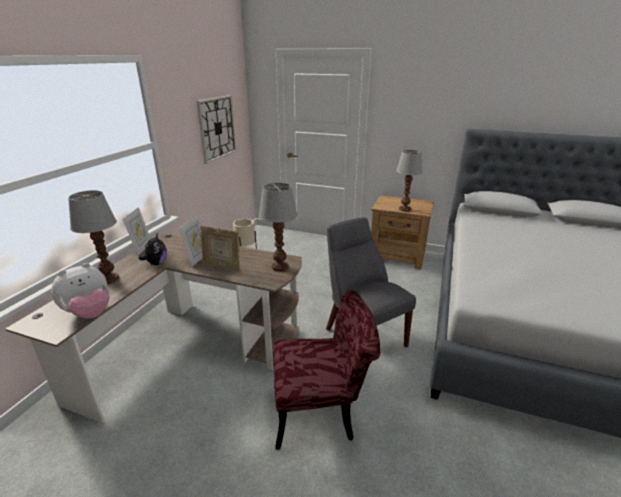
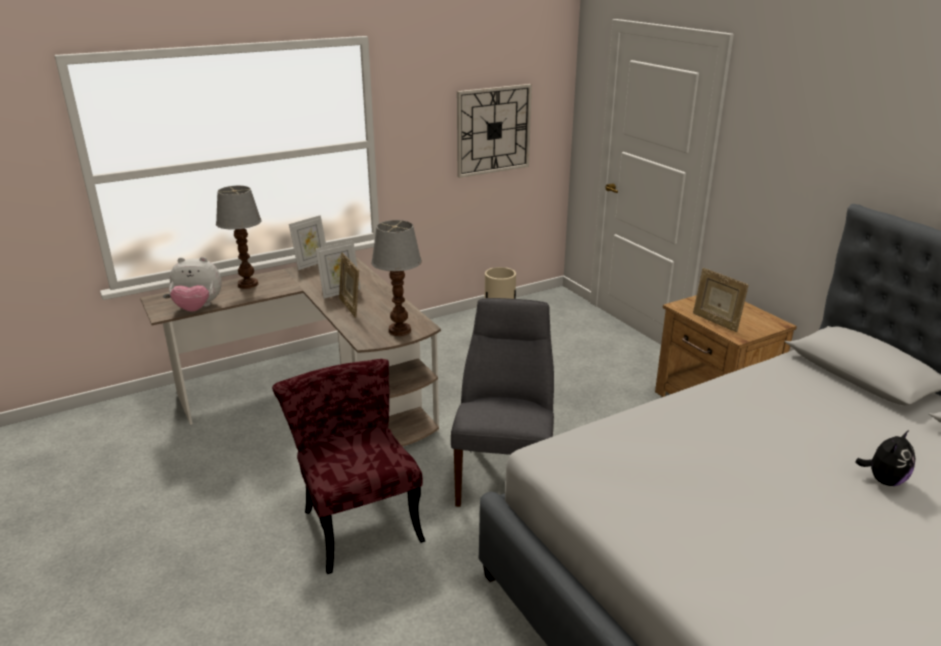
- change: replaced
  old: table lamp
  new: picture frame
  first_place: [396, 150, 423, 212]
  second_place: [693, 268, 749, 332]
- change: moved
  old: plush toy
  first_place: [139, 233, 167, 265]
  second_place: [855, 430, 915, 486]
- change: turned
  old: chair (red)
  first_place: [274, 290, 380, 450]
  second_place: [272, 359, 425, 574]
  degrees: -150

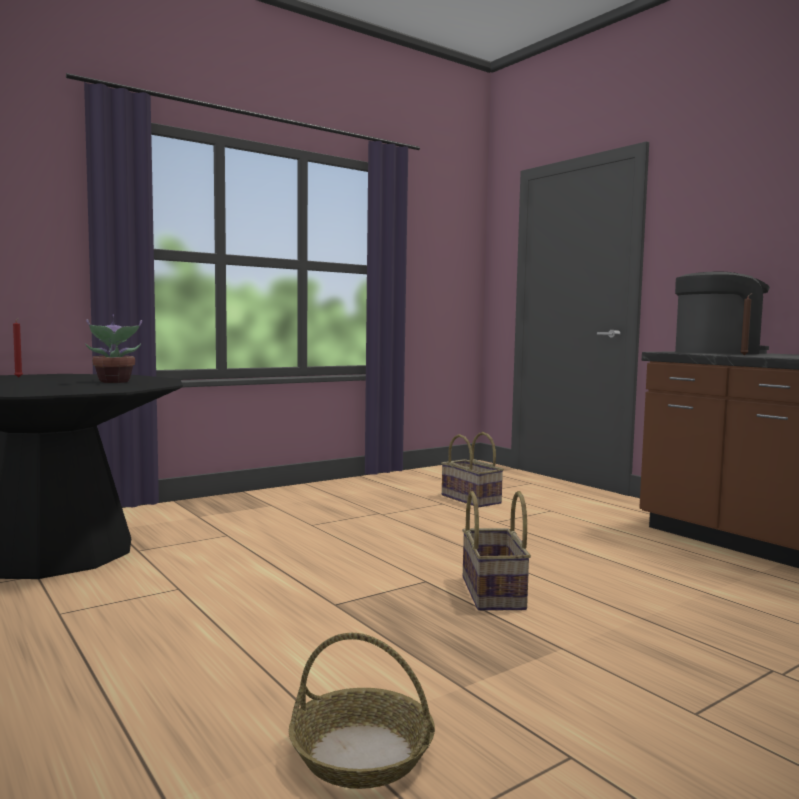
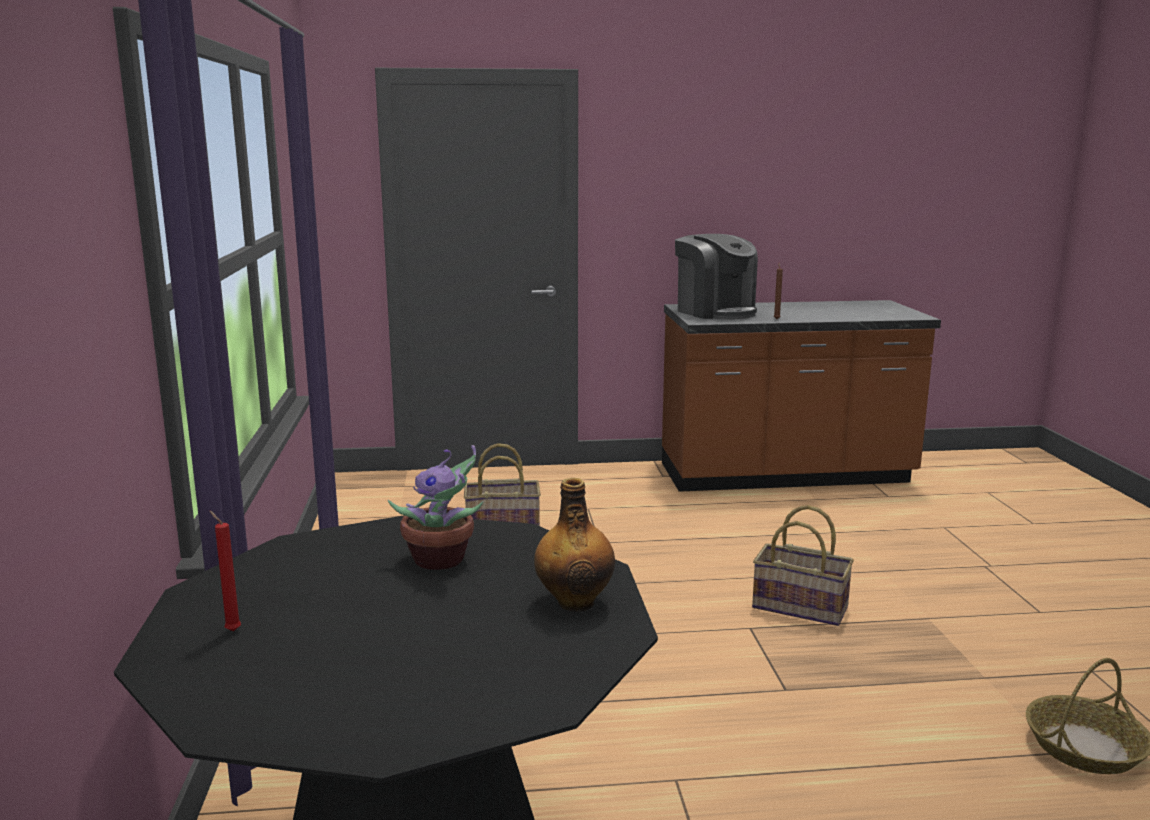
- change: turned
  old: coffee machine
  first_place: [675, 271, 770, 354]
  second_place: [675, 234, 758, 320]
  degrees: 120
- change: added
  new: bottle
  second_place: [534, 478, 615, 612]

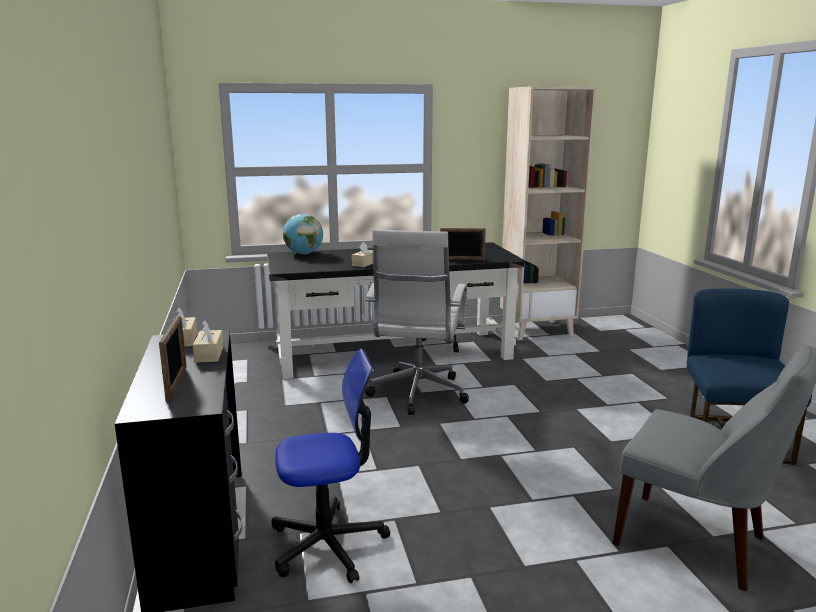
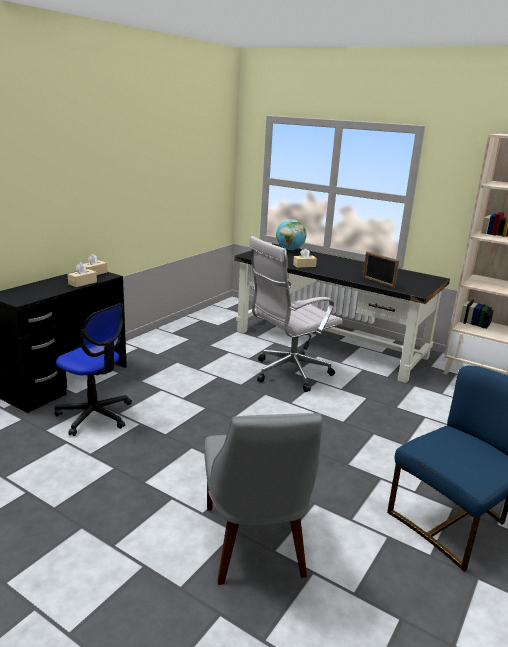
- change: removed
  old: picture frame
  first_place: [159, 315, 187, 402]

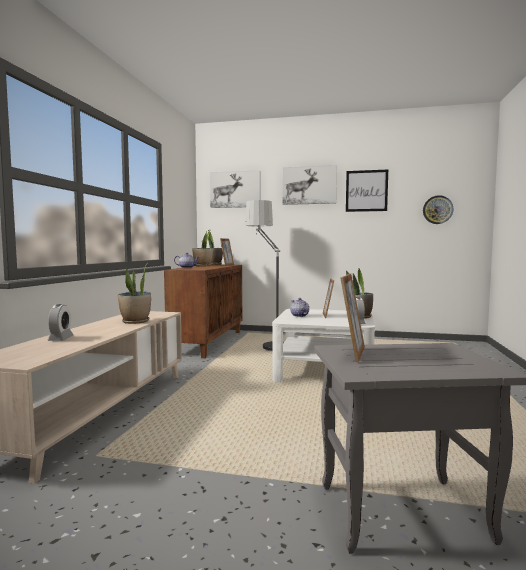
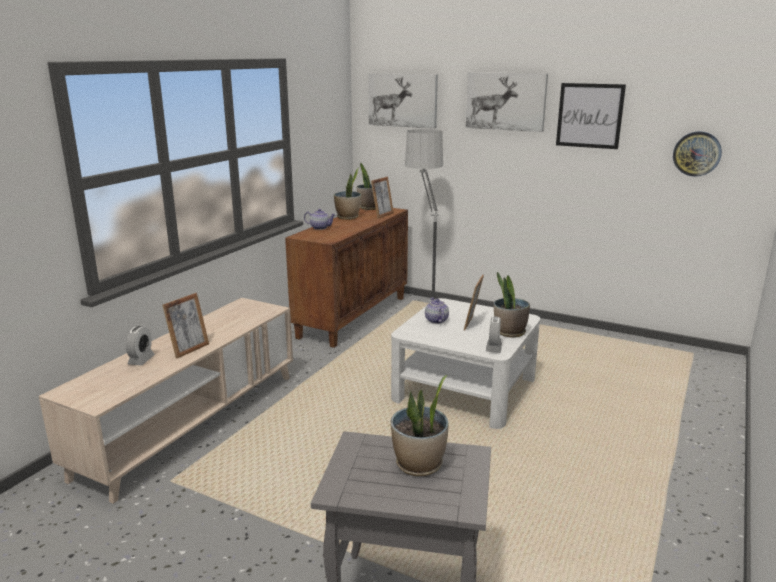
- change: moved
  old: potted plant
  first_place: [118, 264, 151, 324]
  second_place: [391, 375, 448, 476]
- change: moved
  old: picture frame
  first_place: [340, 274, 365, 362]
  second_place: [162, 293, 209, 359]

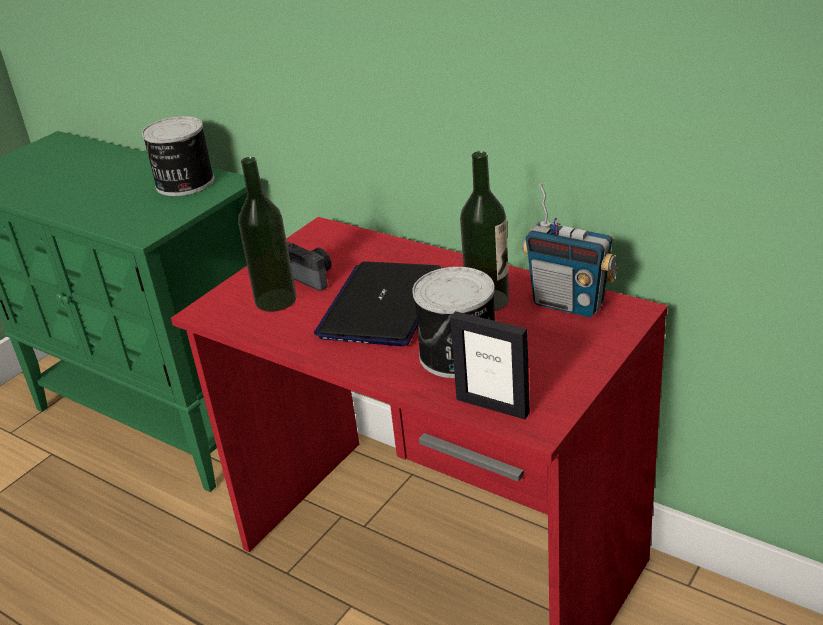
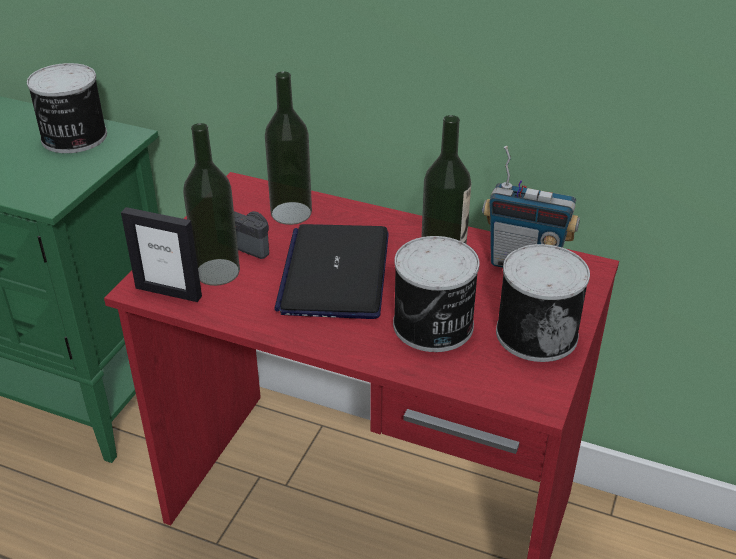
- change: moved
  old: picture frame
  first_place: [450, 311, 530, 419]
  second_place: [121, 207, 202, 302]
- change: added
  new: bottle
  second_place: [265, 71, 312, 225]
- change: added
  new: can
  second_place: [496, 244, 590, 362]

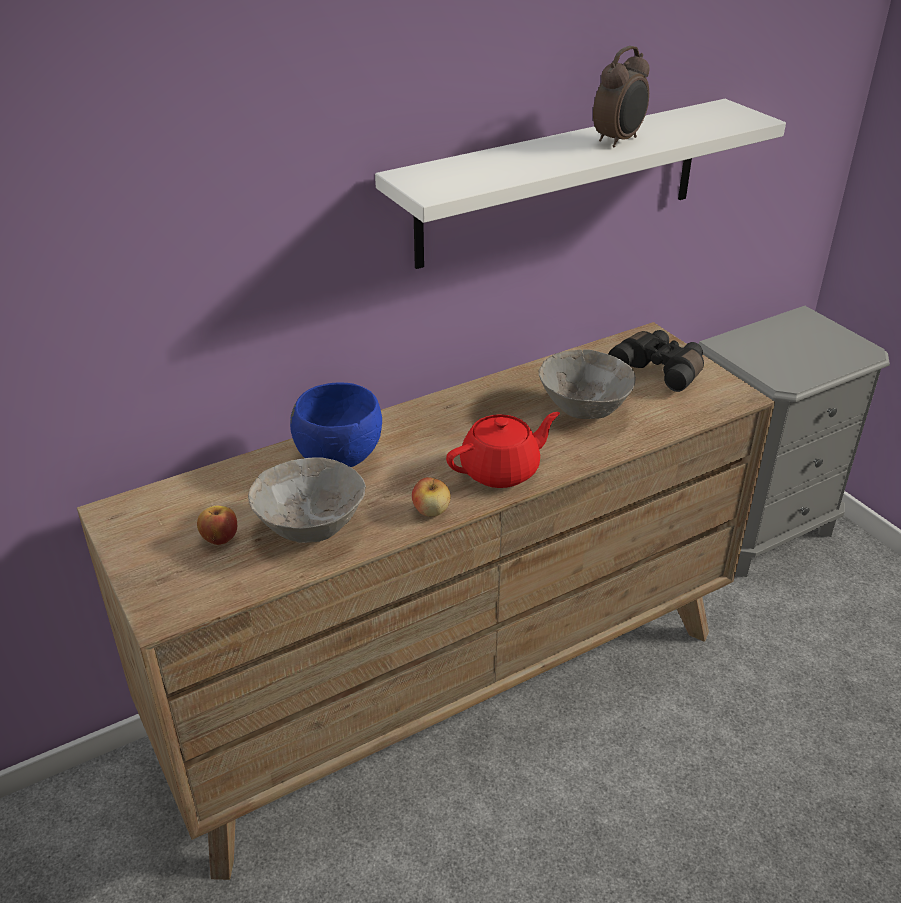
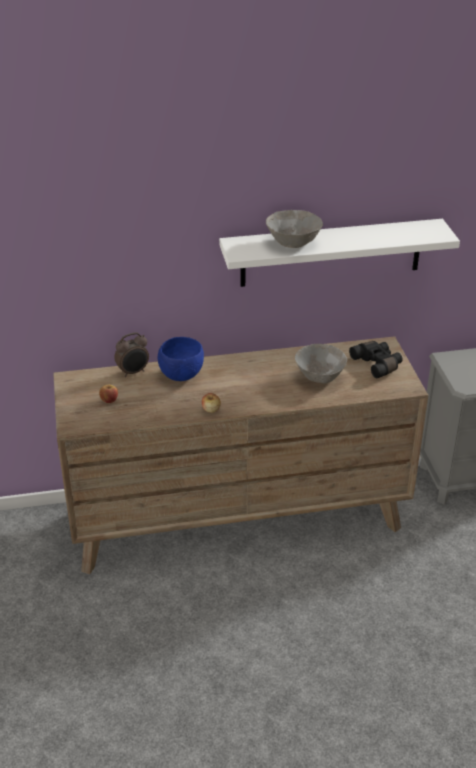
- change: moved
  old: alarm clock
  first_place: [593, 46, 650, 148]
  second_place: [114, 332, 149, 377]
- change: removed
  old: teapot (red)
  first_place: [446, 412, 560, 488]
- change: moved
  old: bowl (grey)
  first_place: [248, 457, 366, 543]
  second_place: [266, 210, 323, 248]

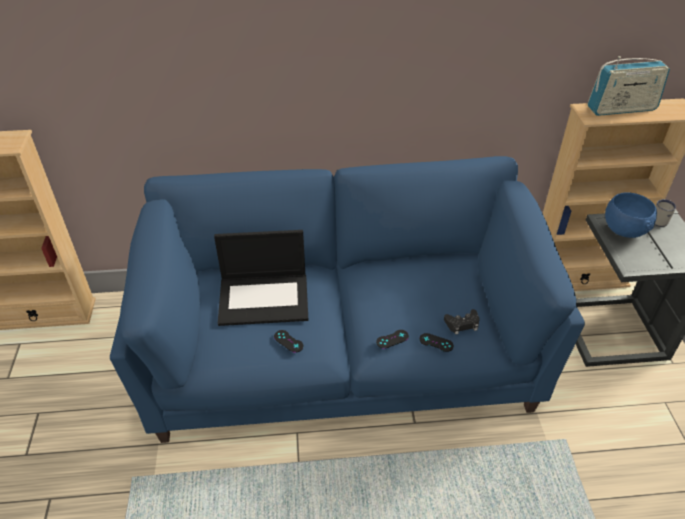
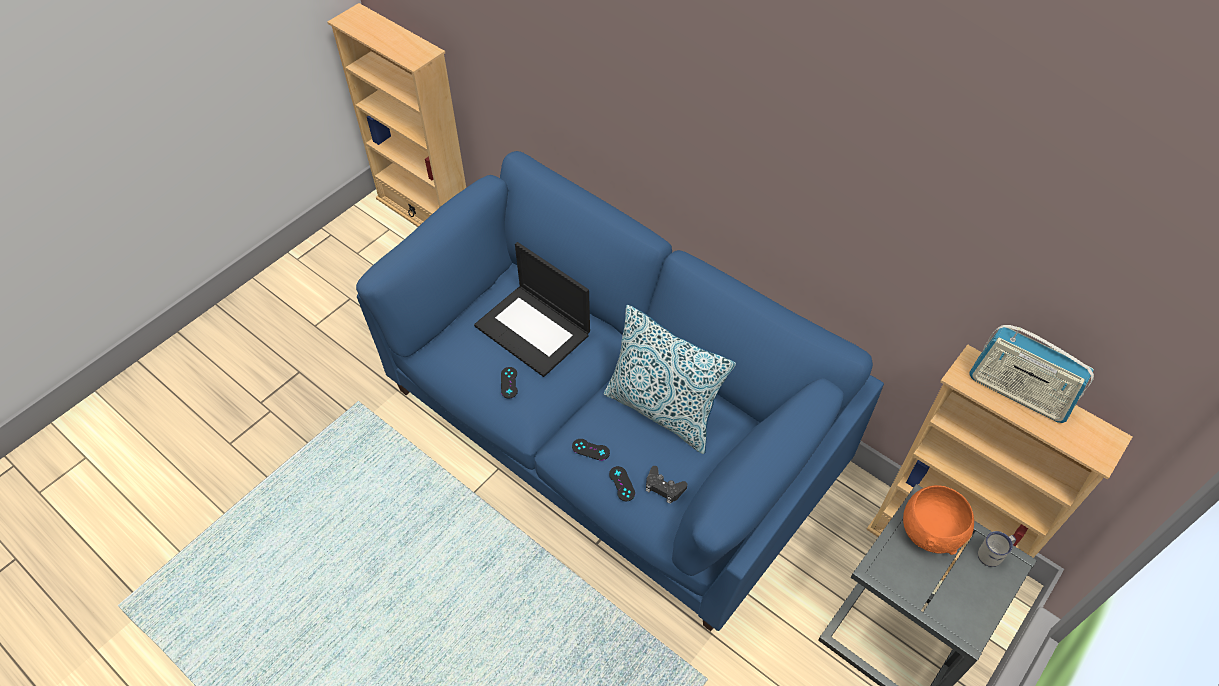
- change: recoloured
  old: bowl (blue)
  new: bowl (orange)
  first_place: [605, 192, 657, 238]
  second_place: [903, 485, 974, 555]
- change: added
  new: pillow
  second_place: [604, 305, 736, 454]

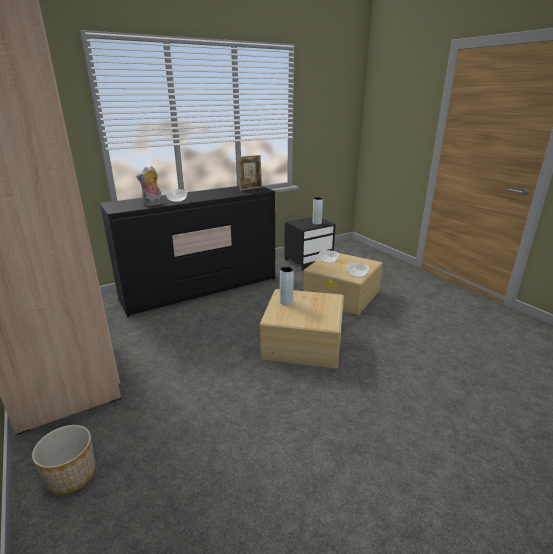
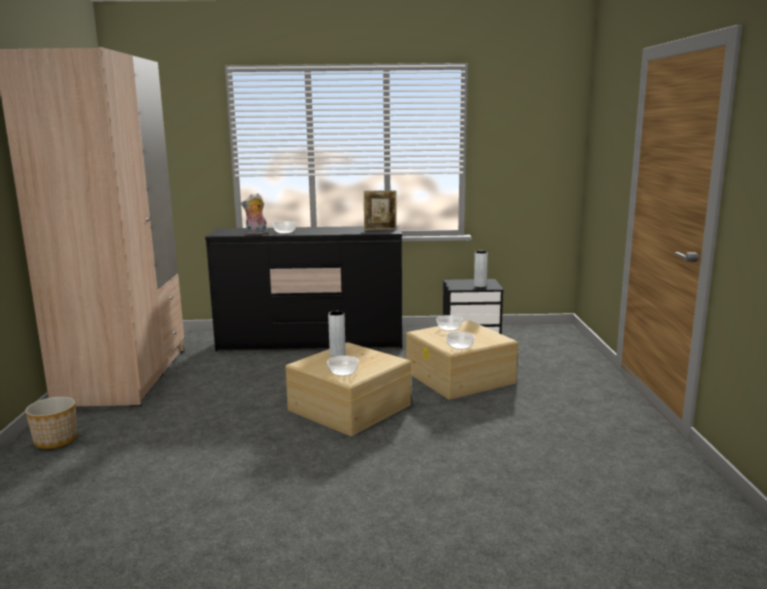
- change: added
  new: bowl
  second_place: [327, 356, 359, 376]

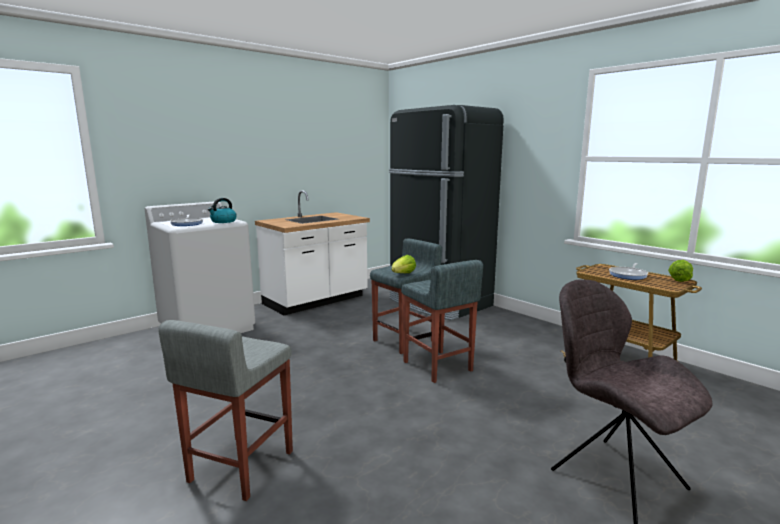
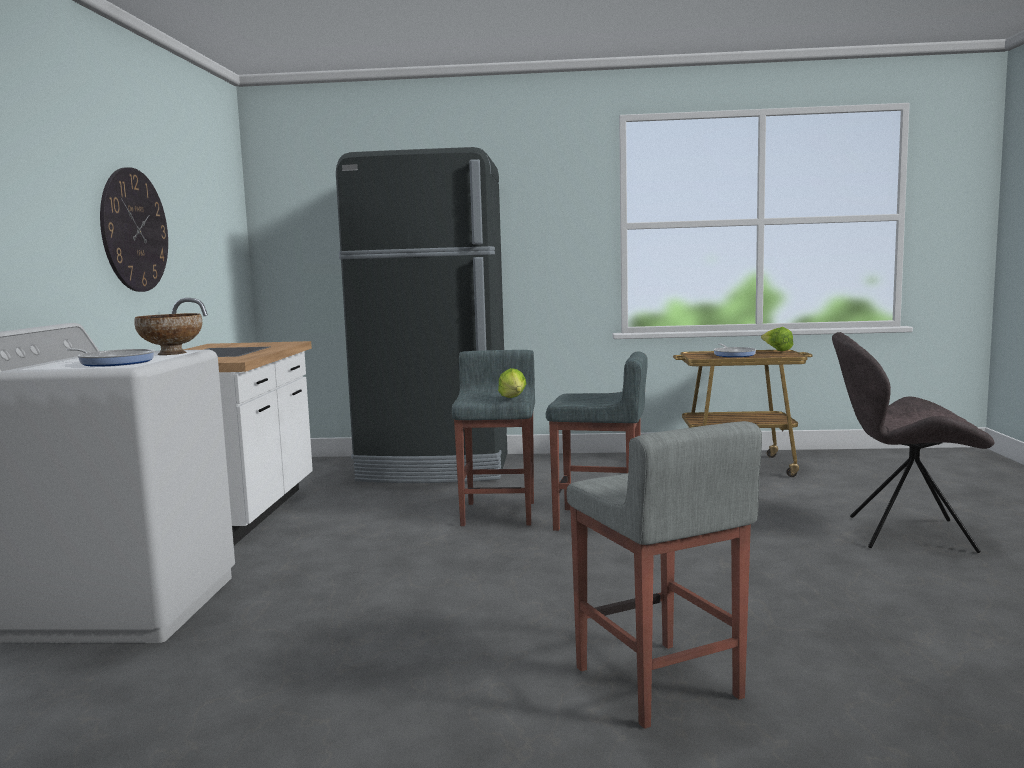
- change: replaced
  old: kettle
  new: bowl
  first_place: [208, 198, 237, 223]
  second_place: [134, 313, 202, 355]
- change: added
  new: wall clock
  second_place: [100, 167, 168, 292]

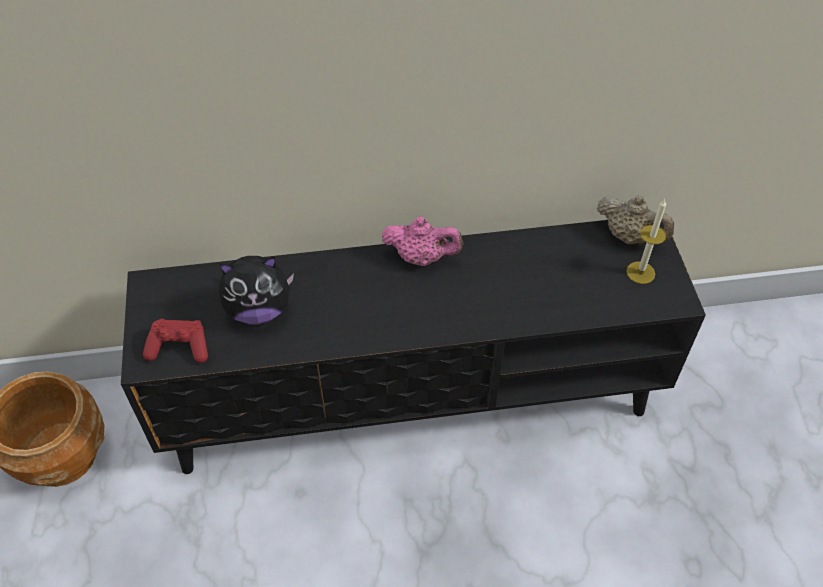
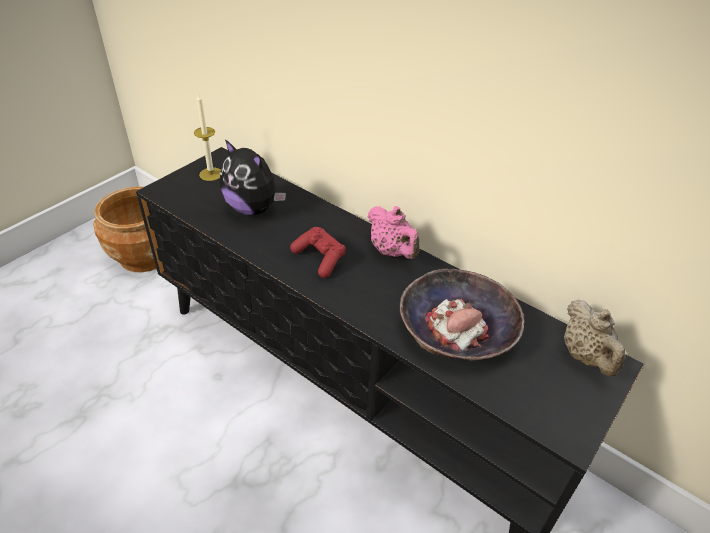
- change: moved
  old: candle
  first_place: [626, 199, 666, 284]
  second_place: [194, 93, 221, 181]
- change: moved
  old: game controller (red)
  first_place: [143, 319, 208, 363]
  second_place: [290, 227, 346, 278]
- change: added
  new: bowl
  second_place: [400, 269, 524, 361]

